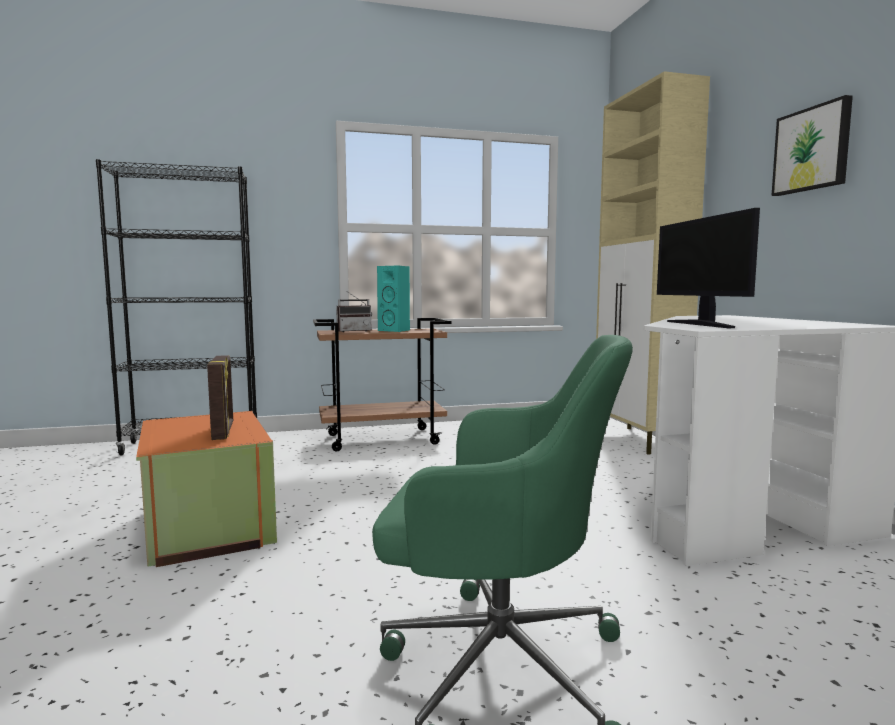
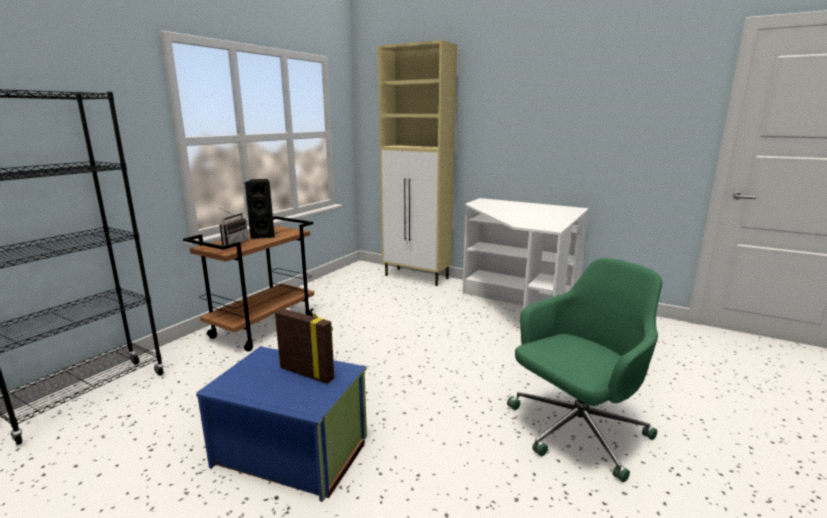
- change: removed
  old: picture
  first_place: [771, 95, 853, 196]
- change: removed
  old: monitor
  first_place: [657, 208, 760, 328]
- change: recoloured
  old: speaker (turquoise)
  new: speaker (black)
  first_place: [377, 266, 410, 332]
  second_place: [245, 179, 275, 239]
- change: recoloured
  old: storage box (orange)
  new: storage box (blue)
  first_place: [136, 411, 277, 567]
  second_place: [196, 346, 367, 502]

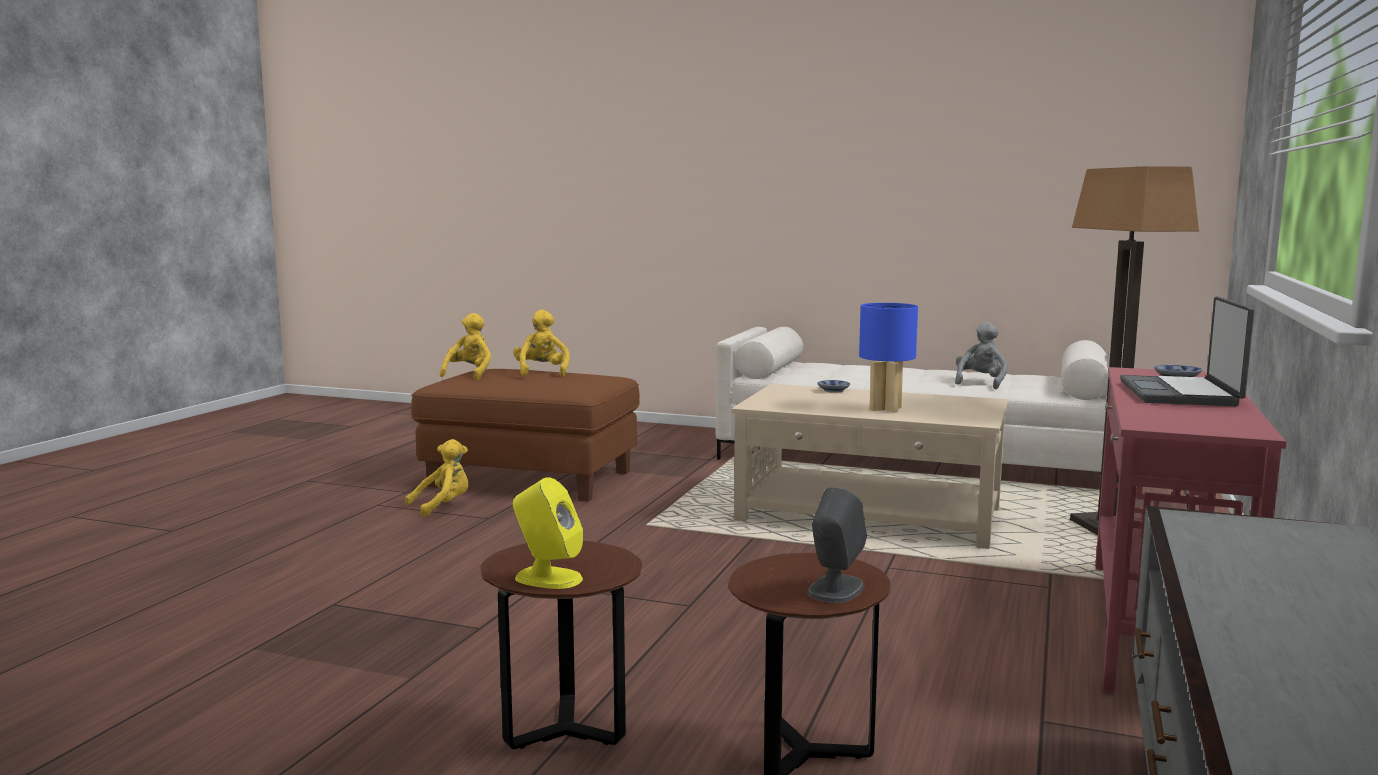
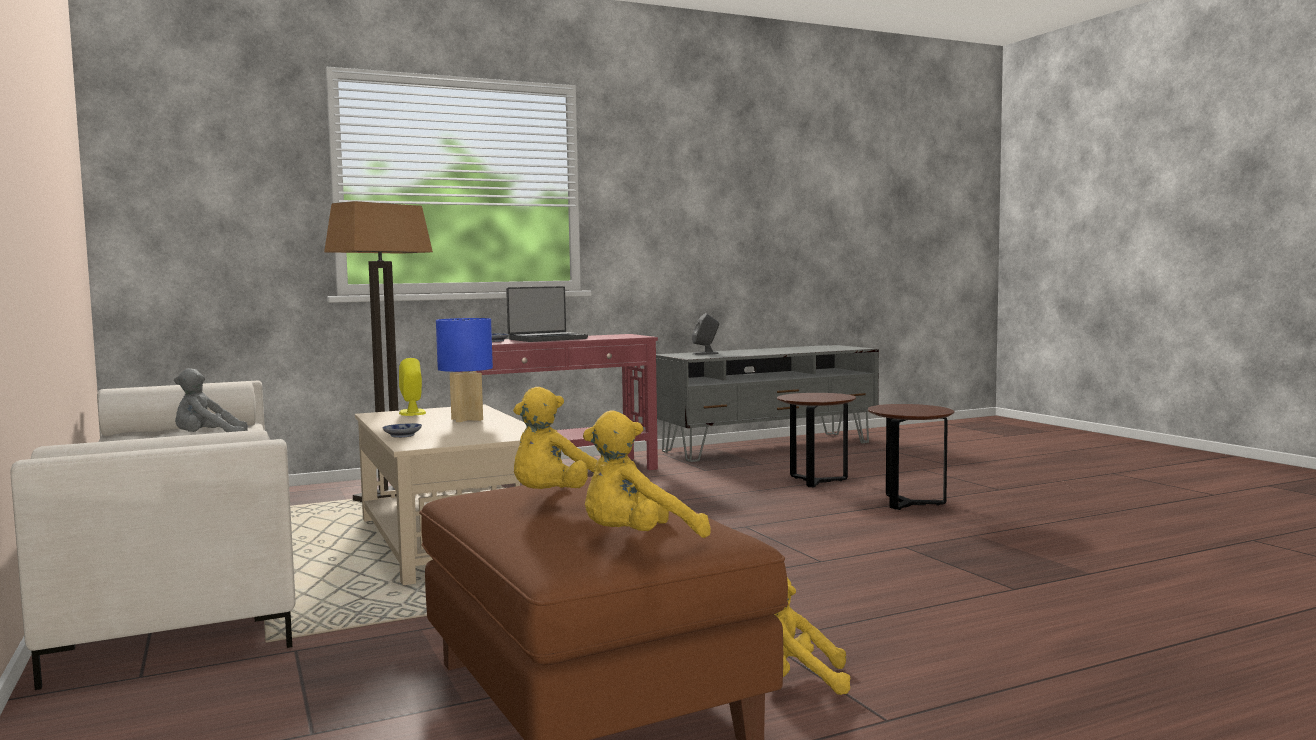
- change: moved
  old: speaker (yellow)
  first_place: [513, 477, 583, 589]
  second_place: [399, 358, 426, 416]
- change: moved
  old: speaker (grey)
  first_place: [807, 487, 867, 603]
  second_place: [692, 313, 719, 355]

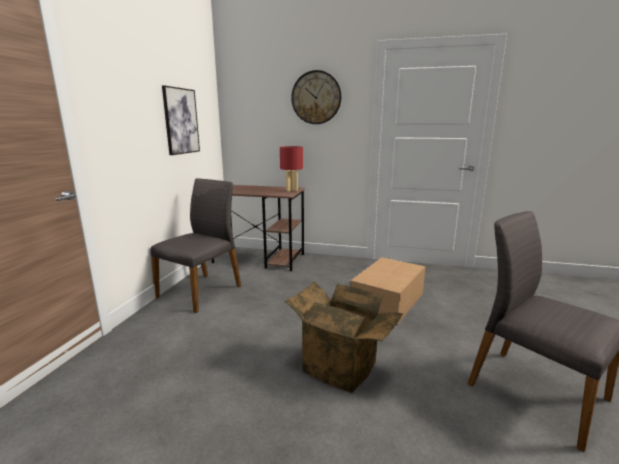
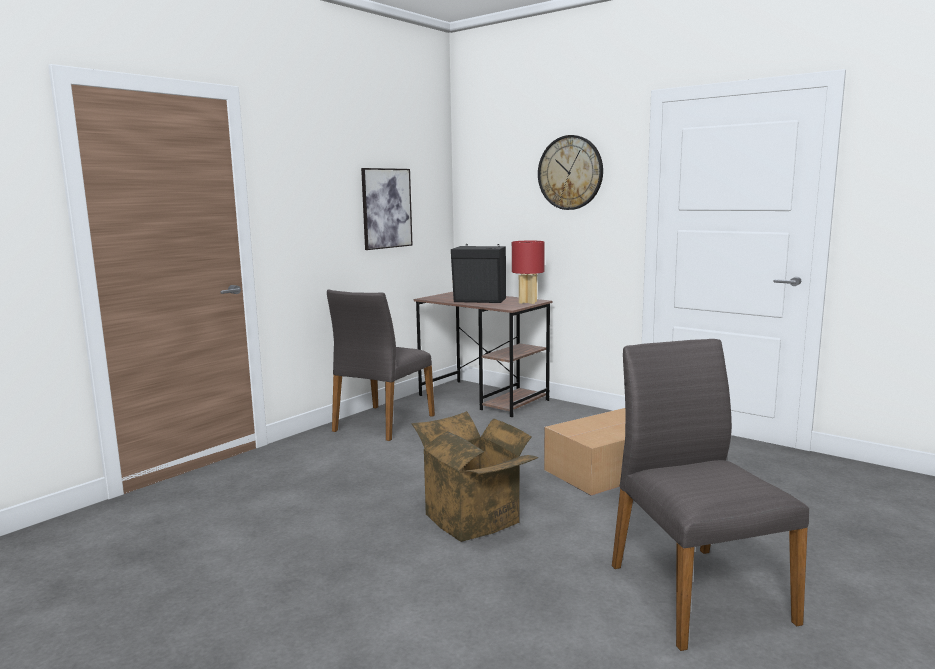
- change: turned
  old: chair (grey)
  first_place: [151, 178, 241, 313]
  second_place: [327, 290, 435, 441]
  degrees: 150
- change: added
  new: speaker (black)
  second_place: [451, 244, 506, 303]

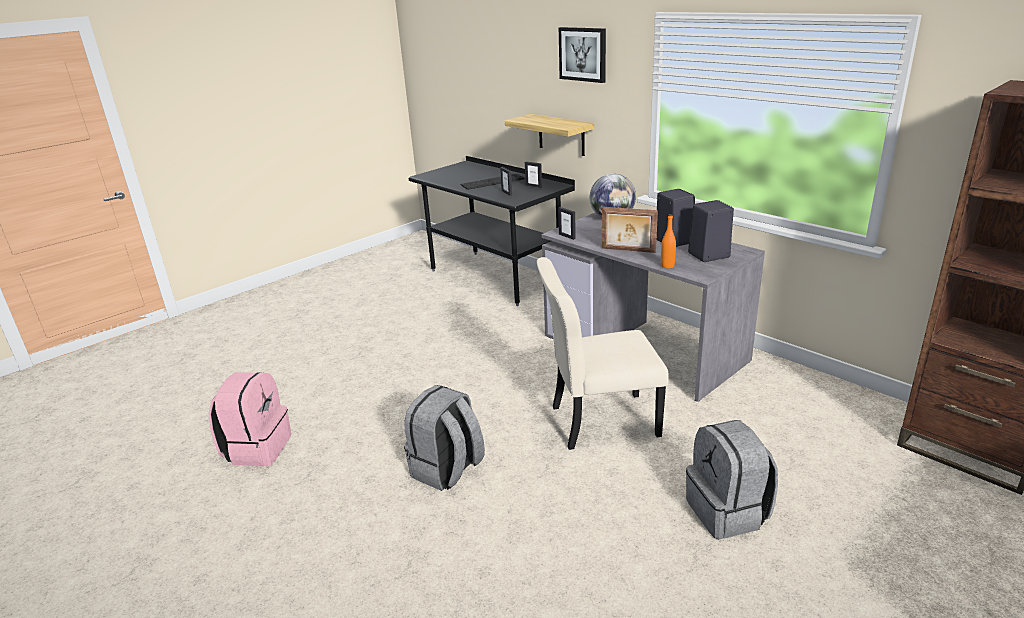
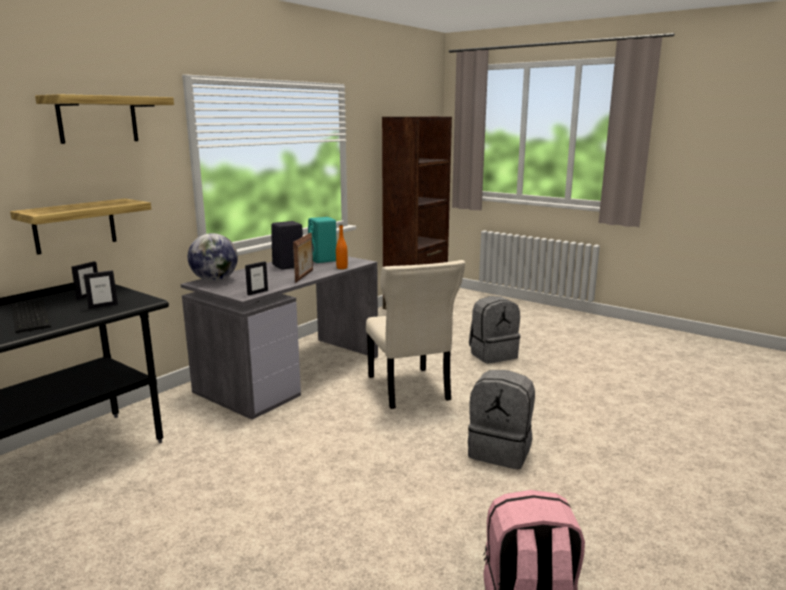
- change: replaced
  old: picture
  new: shelf
  first_place: [559, 27, 606, 83]
  second_place: [35, 94, 174, 144]
- change: recoloured
  old: speaker (black)
  new: speaker (turquoise)
  first_place: [688, 200, 734, 262]
  second_place: [308, 217, 337, 263]

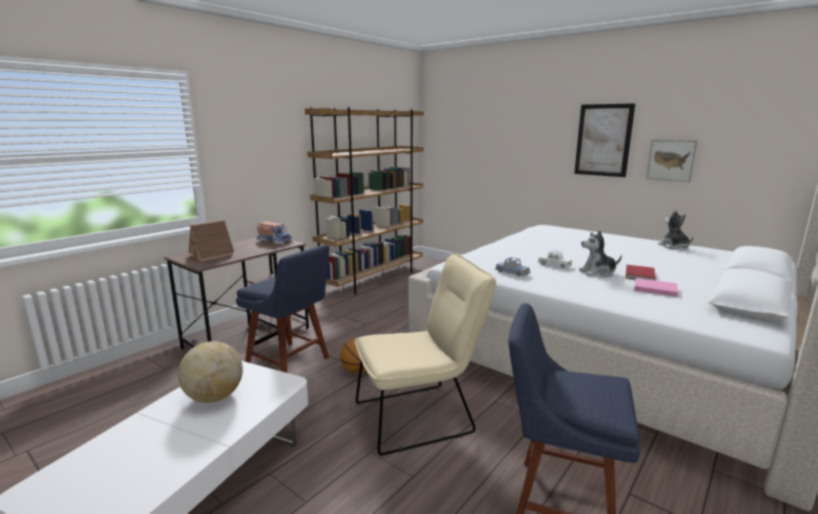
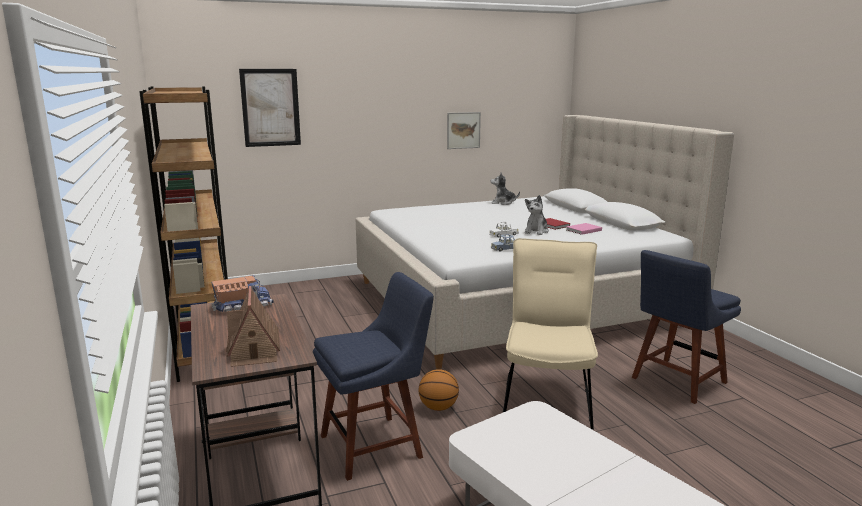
- change: moved
  old: picture
  first_place: [574, 103, 635, 177]
  second_place: [239, 69, 301, 147]
- change: removed
  old: globe
  first_place: [178, 341, 243, 403]

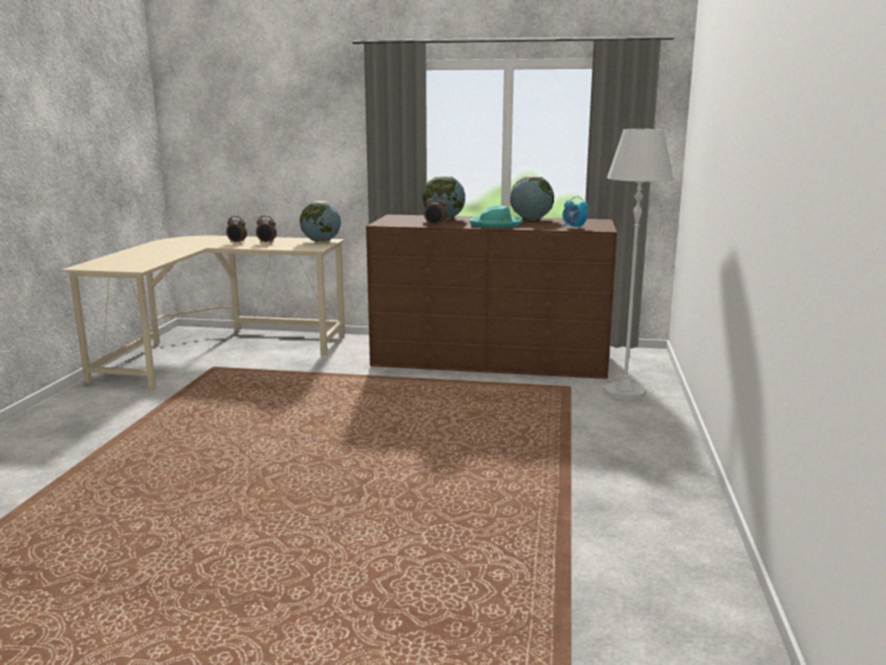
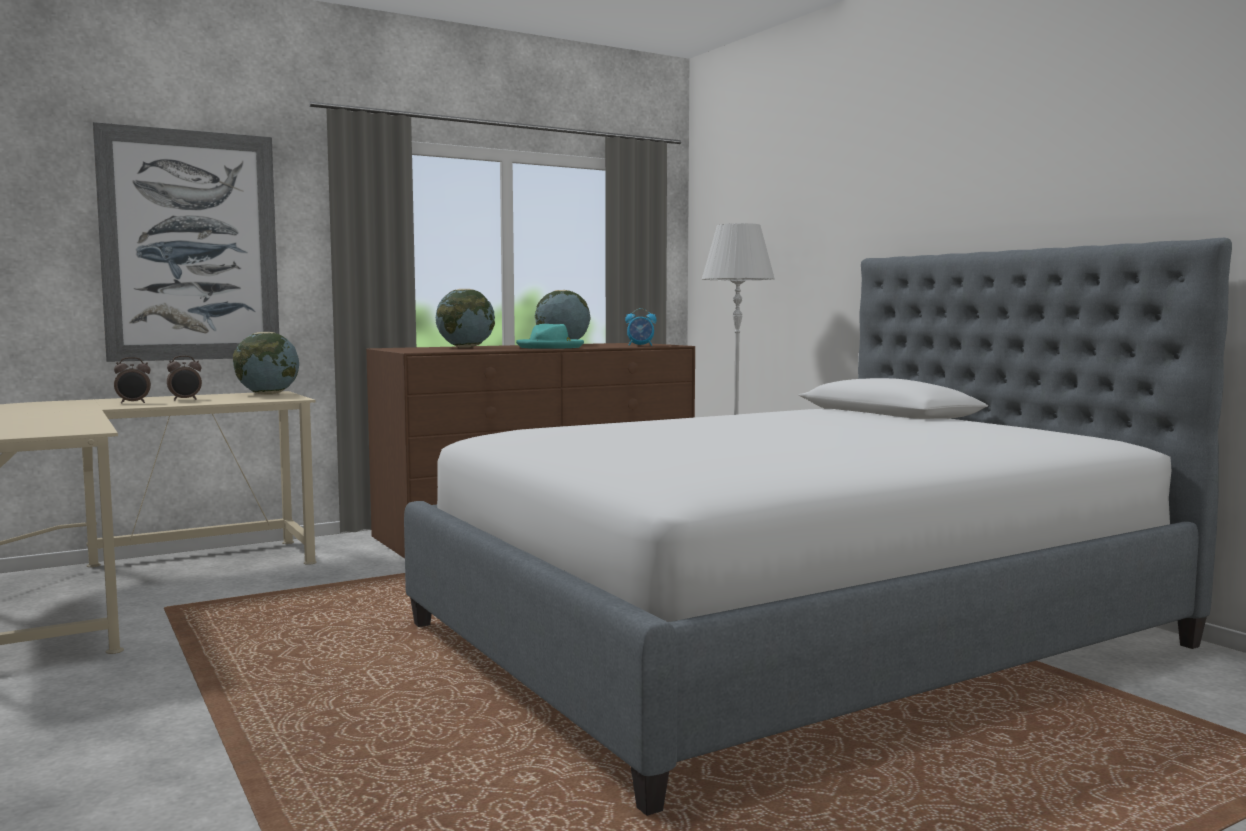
- change: removed
  old: alarm clock
  first_place: [424, 195, 447, 227]
- change: added
  new: picture
  second_place: [93, 122, 279, 362]
- change: added
  new: bed
  second_place: [404, 238, 1232, 816]

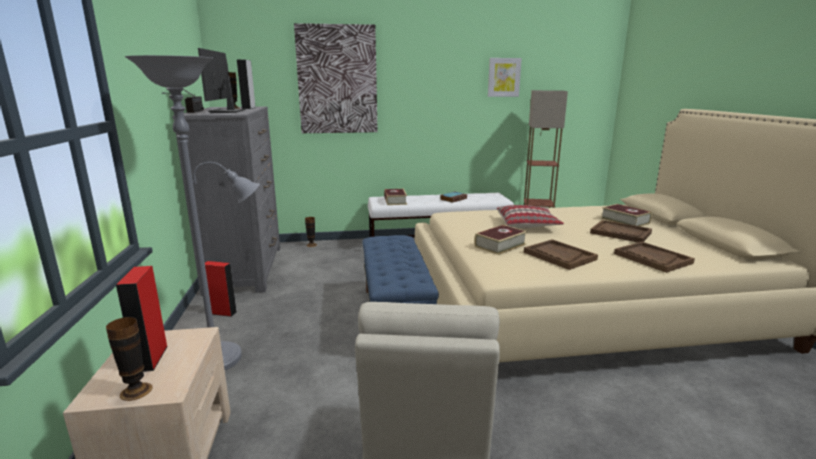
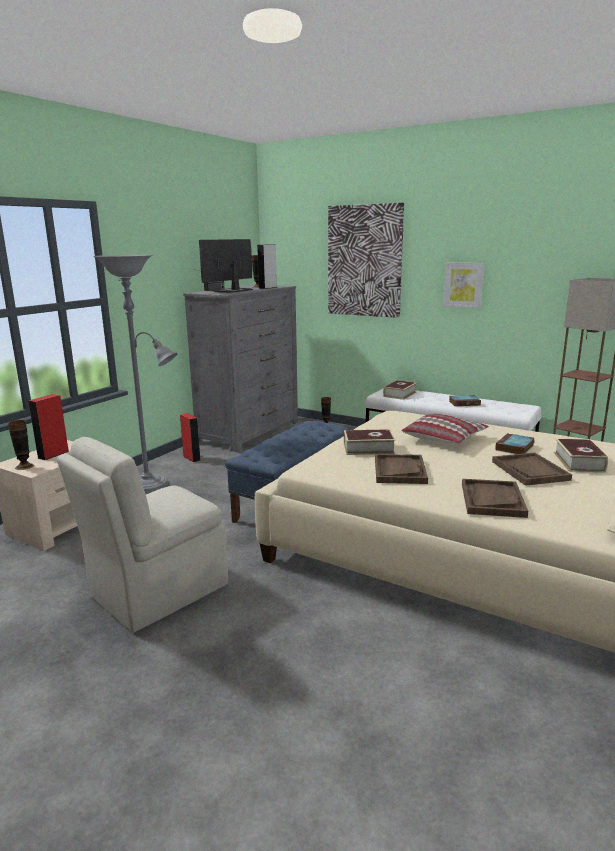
- change: moved
  old: picture
  first_place: [488, 58, 522, 97]
  second_place: [443, 263, 484, 308]
- change: added
  new: book
  second_place: [495, 433, 534, 454]

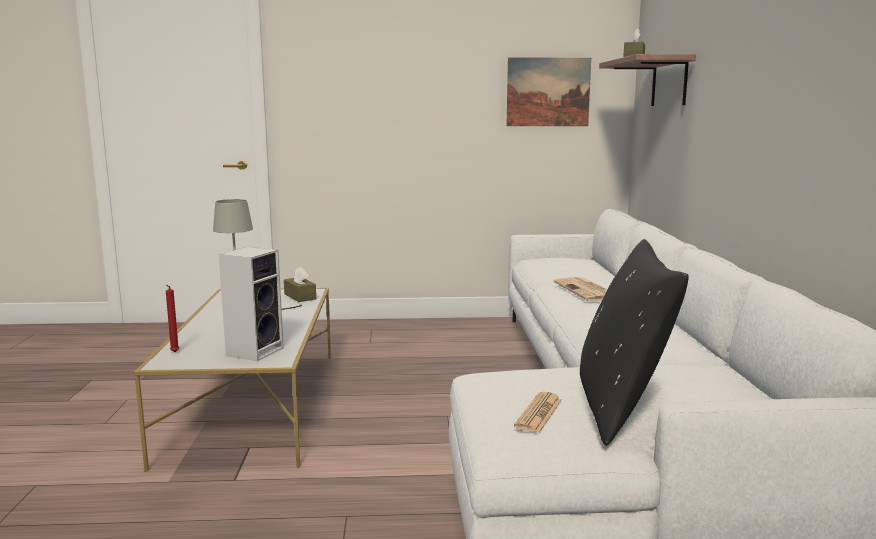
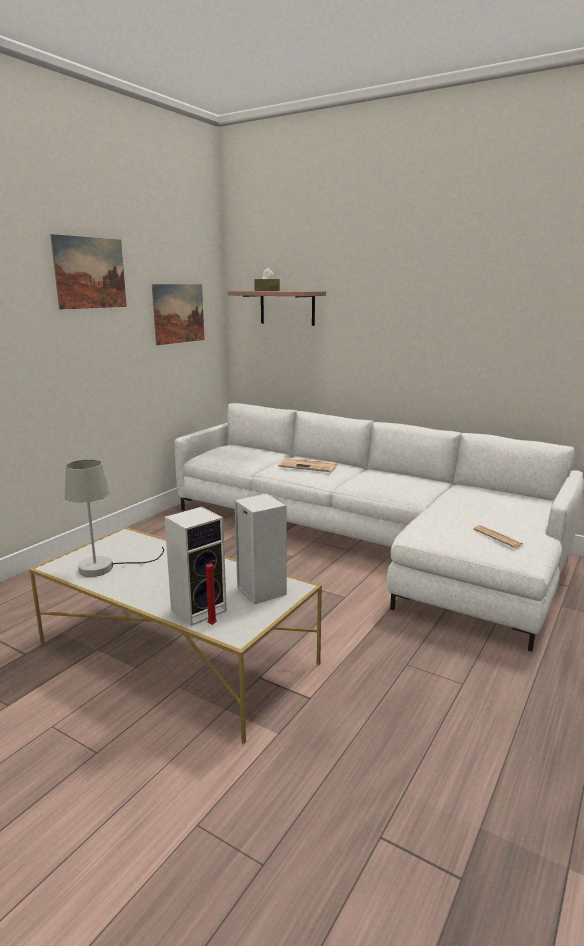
- change: removed
  old: pillow (black)
  first_place: [580, 239, 689, 446]
- change: removed
  old: tissue box (brown)
  first_place: [284, 267, 316, 302]
- change: added
  new: picture
  second_place: [50, 234, 127, 309]
- change: added
  new: speaker
  second_place: [164, 507, 227, 626]

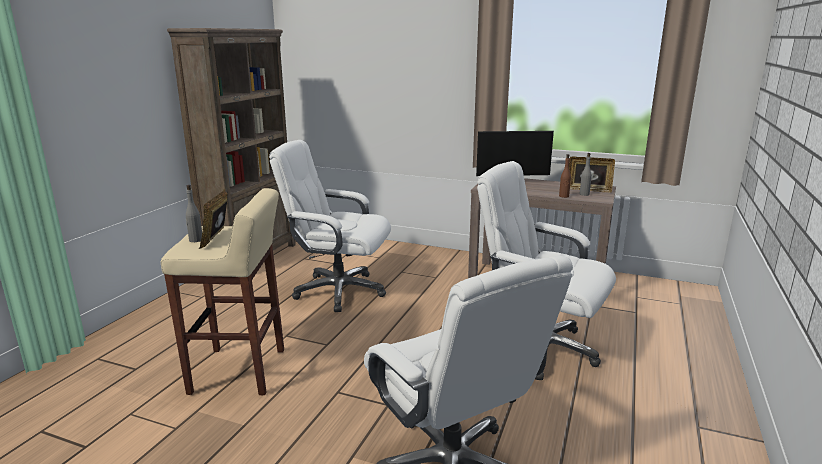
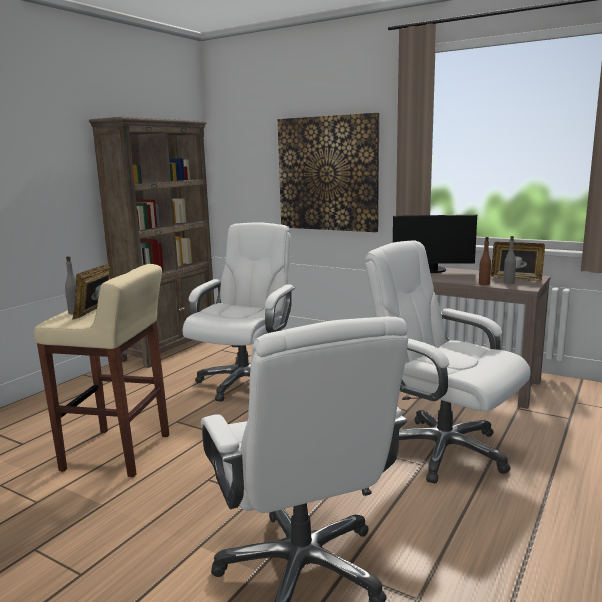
- change: turned
  old: office chair (white)
  first_place: [269, 140, 391, 312]
  second_place: [183, 222, 295, 402]
  degrees: 90
- change: added
  new: picture
  second_place: [278, 113, 379, 232]

